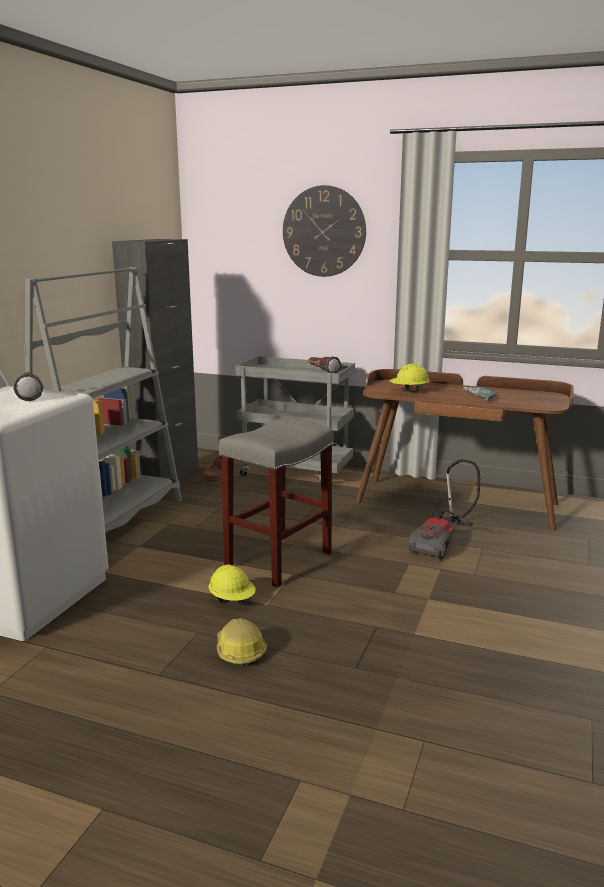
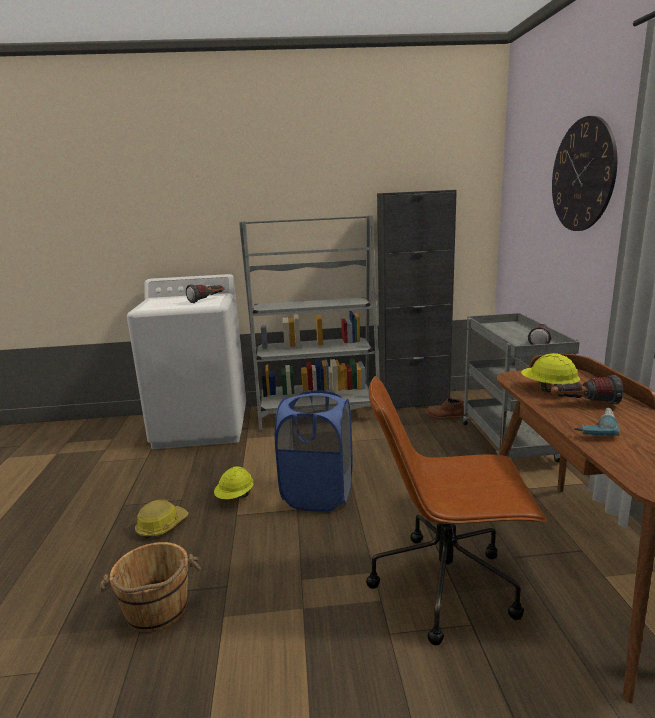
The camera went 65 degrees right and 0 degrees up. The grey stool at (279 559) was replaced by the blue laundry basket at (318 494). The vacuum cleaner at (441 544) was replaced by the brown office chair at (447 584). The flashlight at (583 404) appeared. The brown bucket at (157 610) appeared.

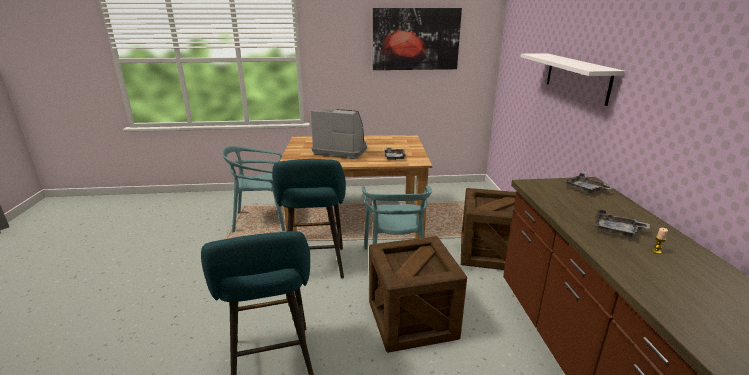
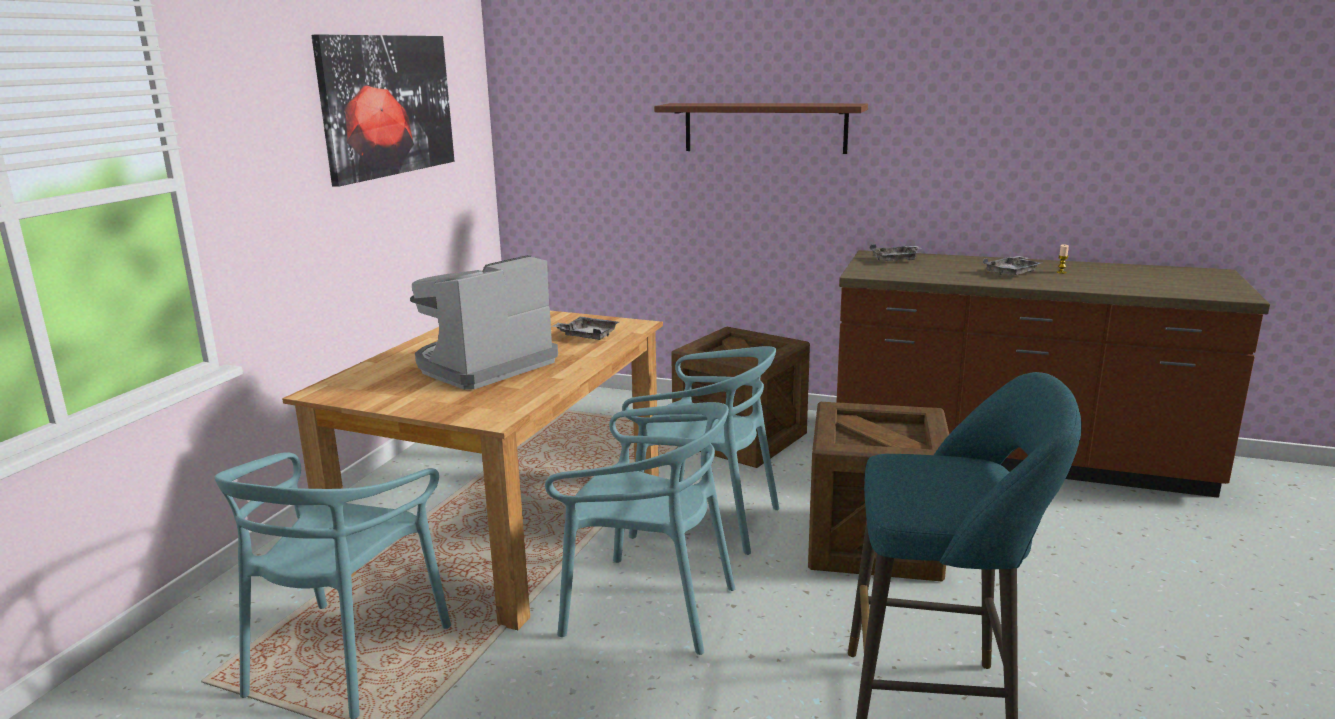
The camera went 65 degrees left and 5 degrees down. The white shelf at (577 77) became the brown shelf at (765 128). The turquoise stool at (315 266) was replaced by the turquoise chair at (649 607).

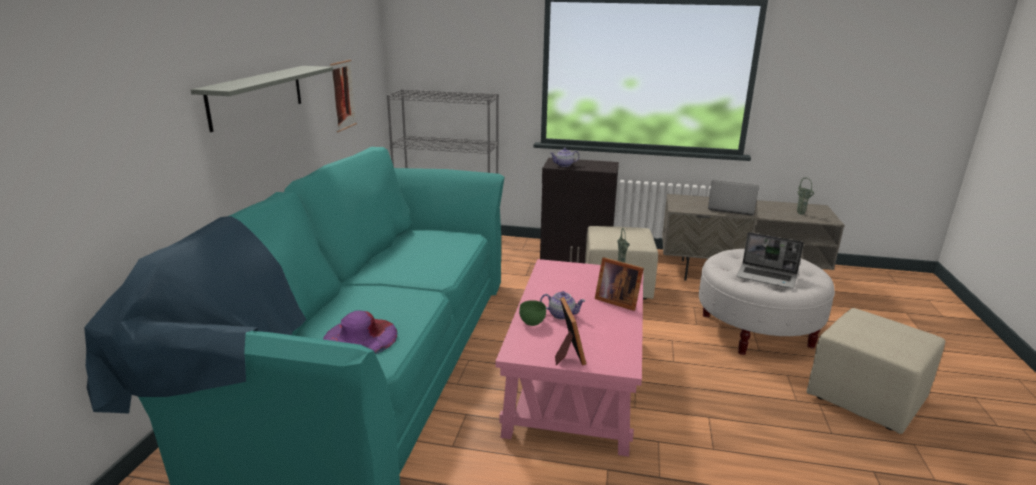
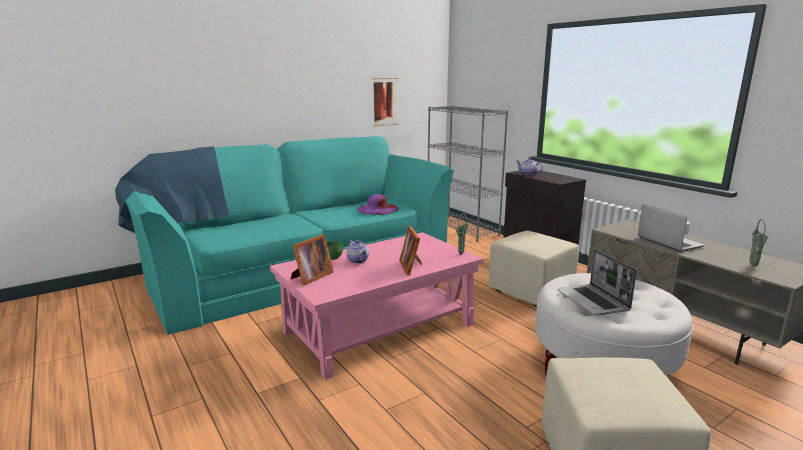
The camera went 45 degrees right and 5 degrees down. The grey shelf at (257 96) disappeared. The purple hat moved from (360 337) to (378 209).

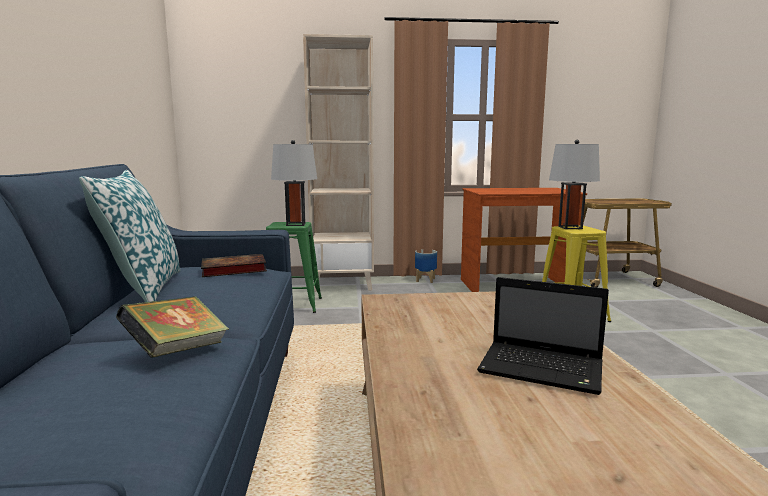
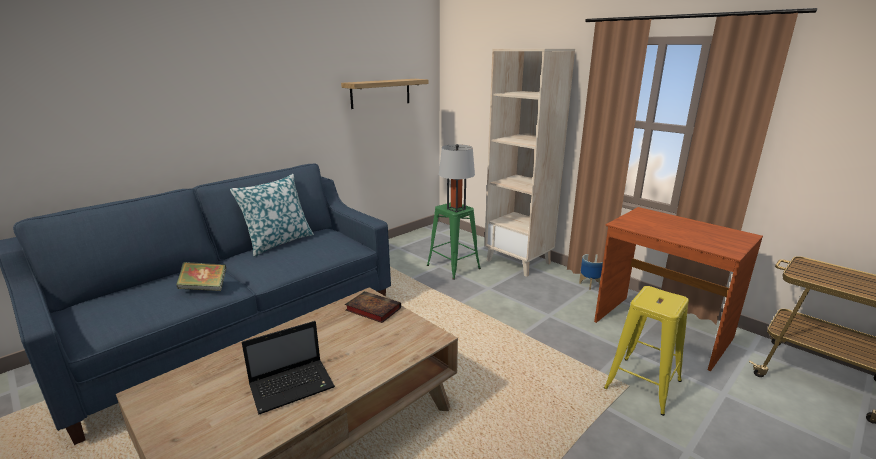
The camera went 50 degrees right and 10 degrees up. The grey table lamp at (570 227) disappeared. The book moved from (232 270) to (371 309). The laptop at (544 369) turned 105 degrees counterclockwise. The shelf at (380 93) appeared.

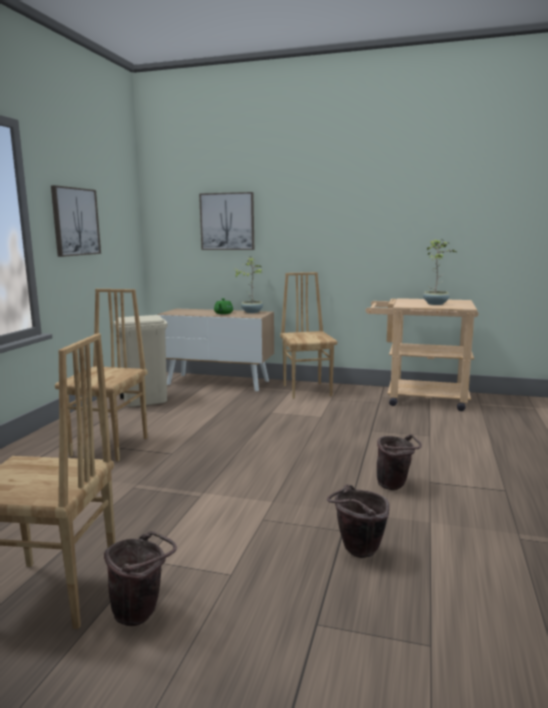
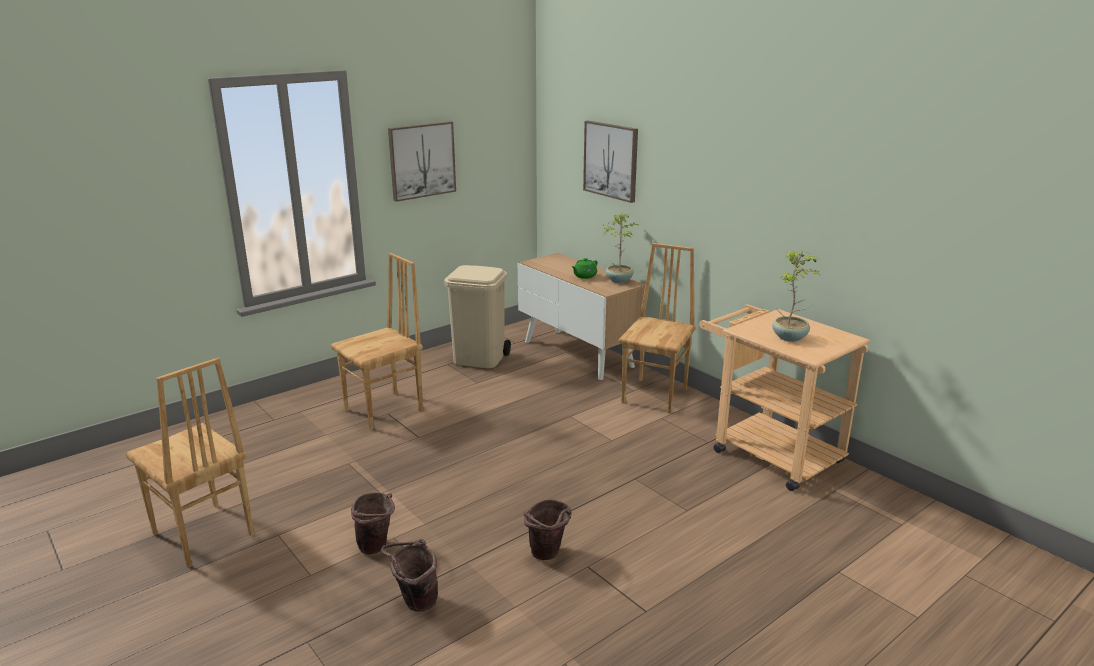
The camera went 35 degrees right and 10 degrees up. The brown bucket moved from (142 613) to (377 547).

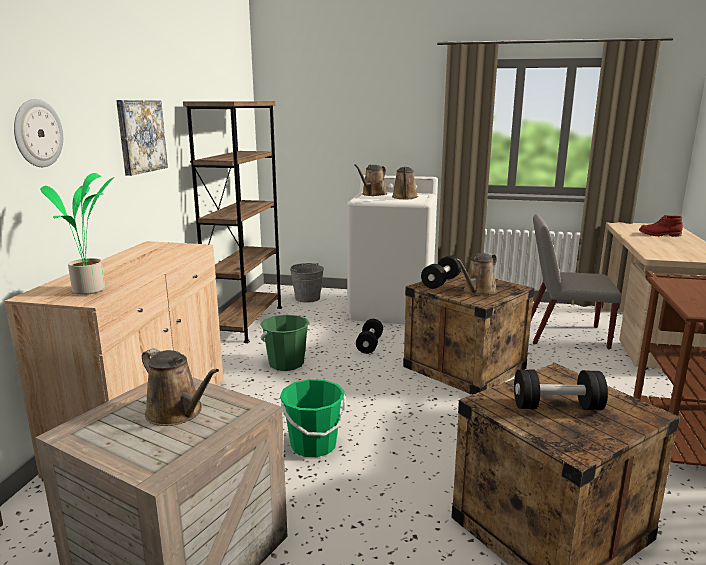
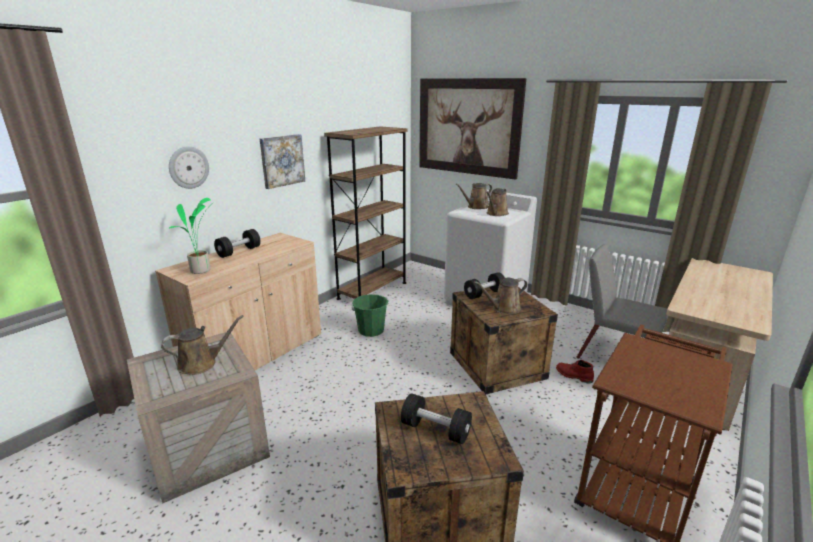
The camera went 25 degrees right and 5 degrees up. The red boot moved from (659 235) to (573 376). The grey bucket at (307 298) disappeared. The black dumbbell moved from (369 345) to (239 252). The brown watering can at (177 413) turned 90 degrees counterclockwise. The green bucket at (313 445) disappeared. The picture at (468 127) appeared.

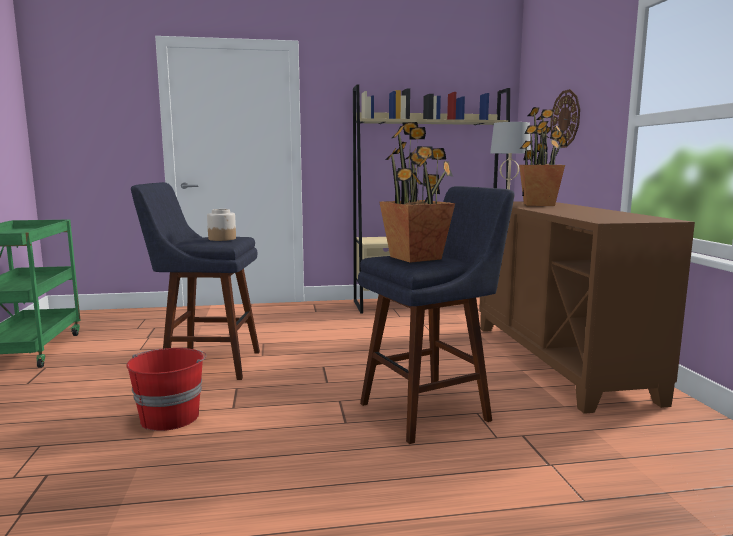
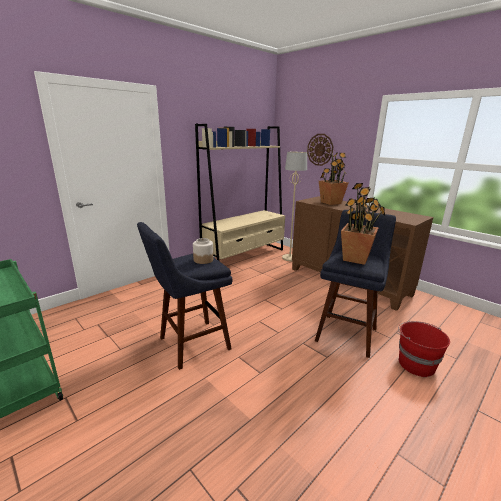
The camera went 35 degrees left and 10 degrees up. The red bucket moved from (170 417) to (415 364).

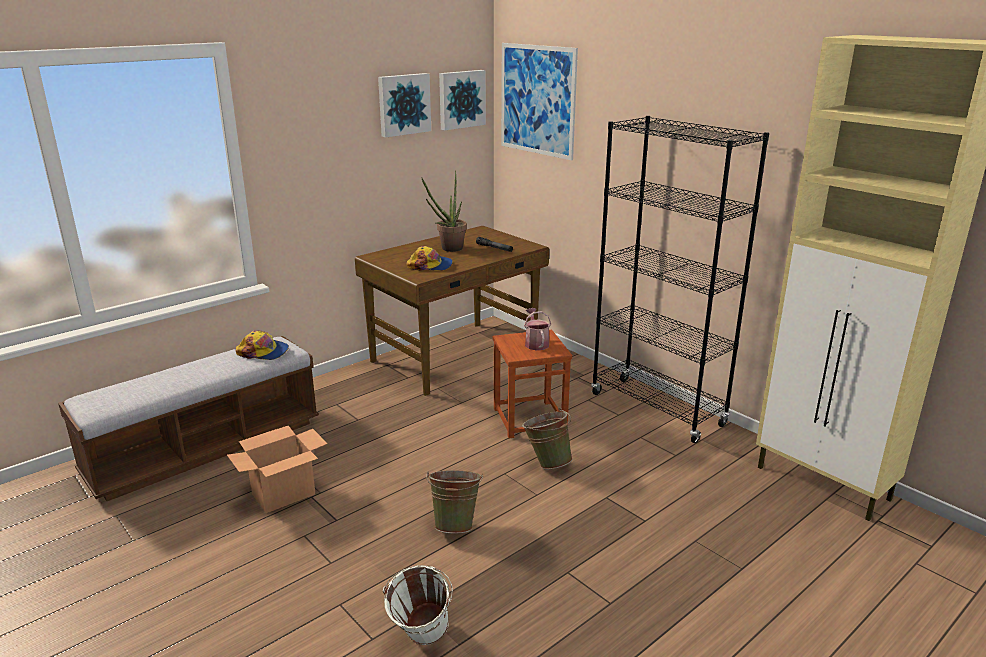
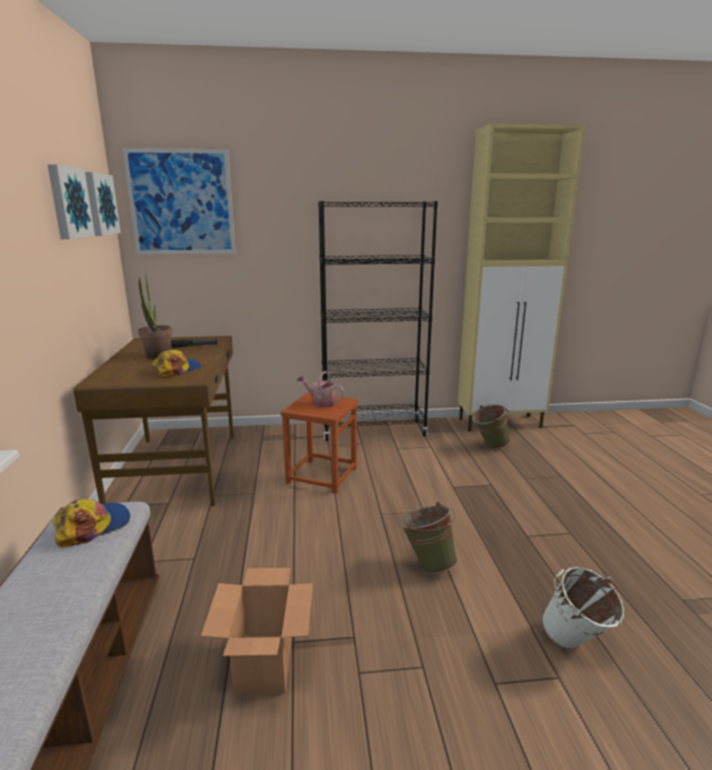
The camera went 55 degrees left and 5 degrees down. The green bucket moved from (547 462) to (488 446).

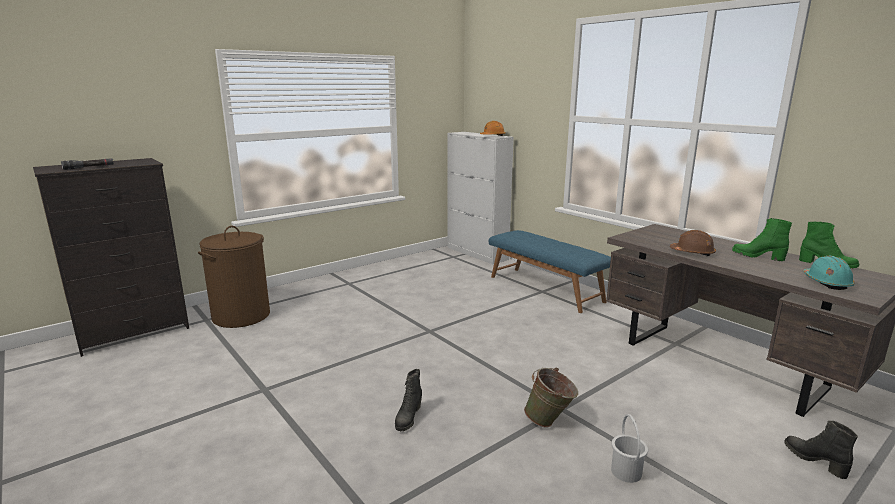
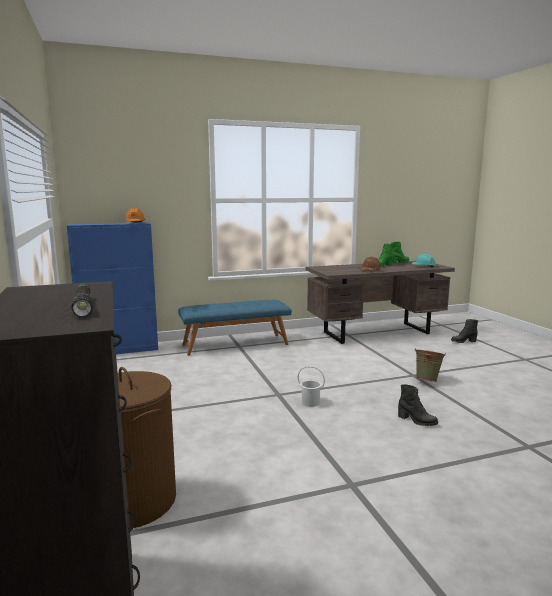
The camera went 70 degrees left and 5 degrees down. The white cabinet at (477 253) became the blue cabinet at (120 350). The white bucket moved from (626 471) to (310 402).

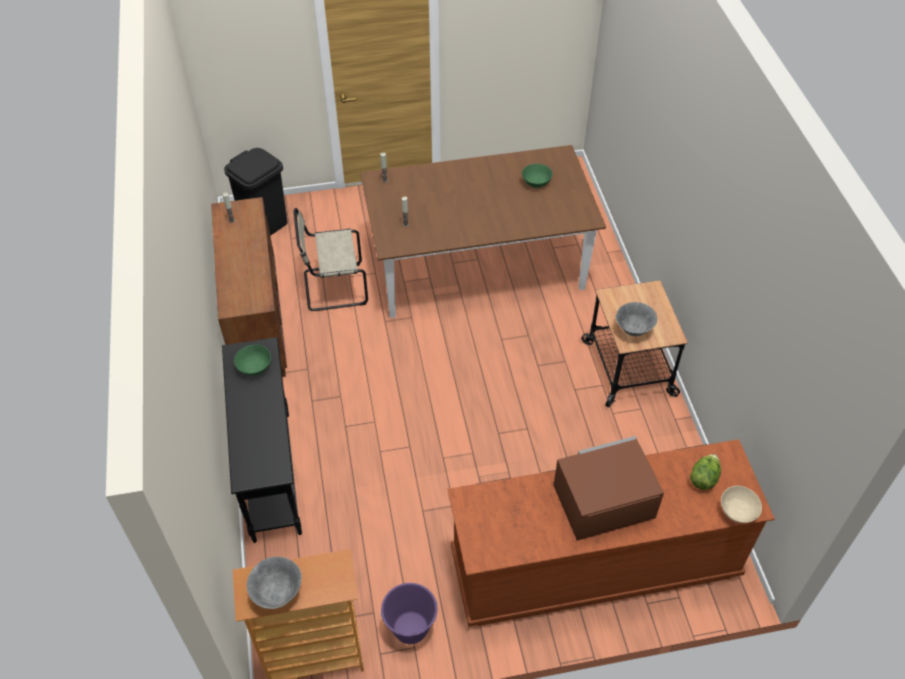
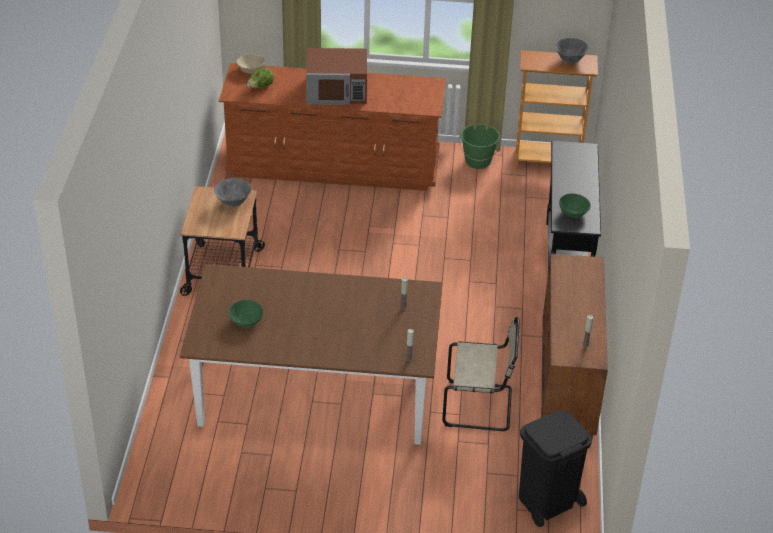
The camera went 165 degrees left and 10 degrees down. The purple bucket at (410 628) became the green bucket at (478 162).

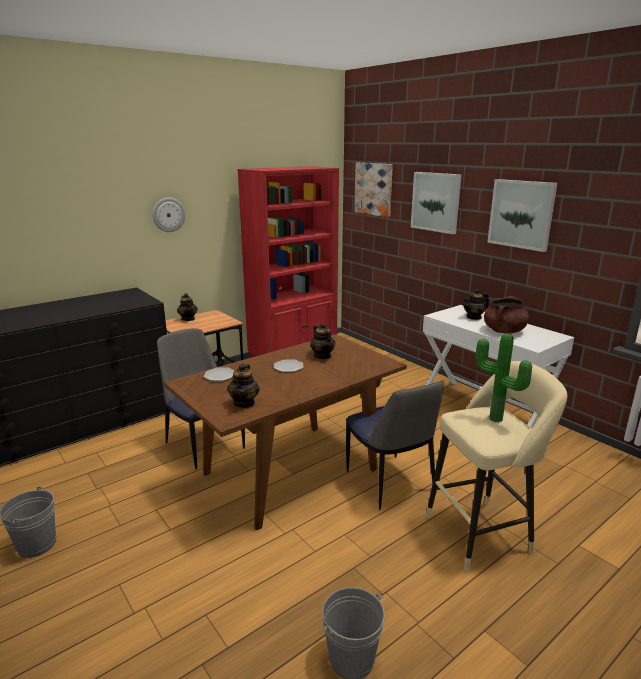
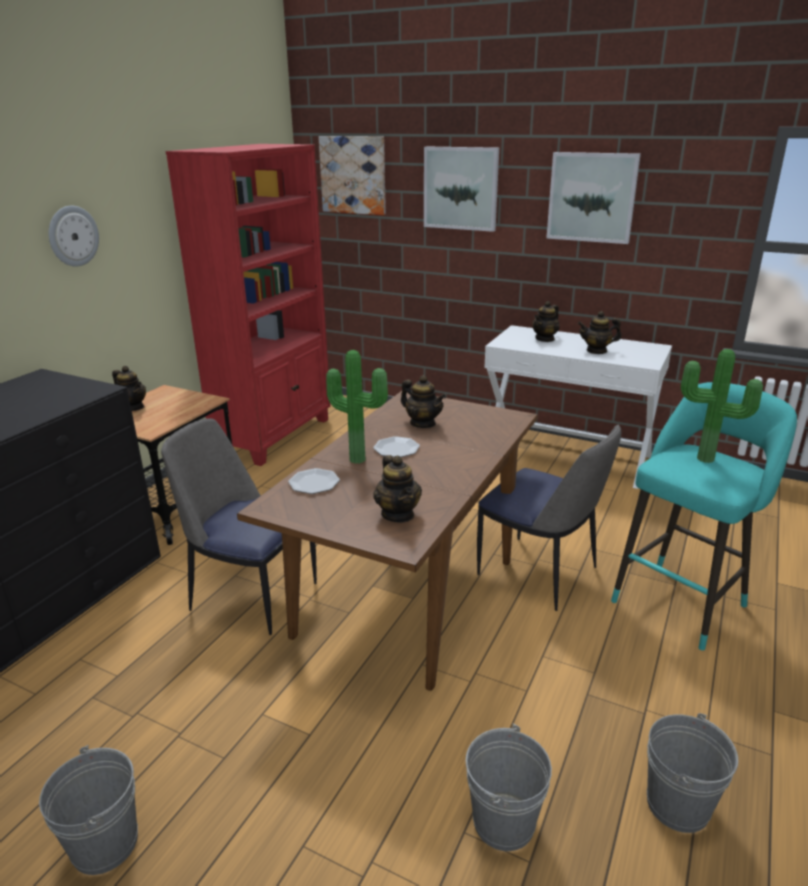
The camera went 25 degrees left and 5 degrees up. The brown cooking pot at (504 331) was replaced by the teapot at (597 351). The beige stool at (483 532) became the turquoise stool at (682 600). The potted plant at (359 458) appeared. The grey bucket at (503 821) appeared.

